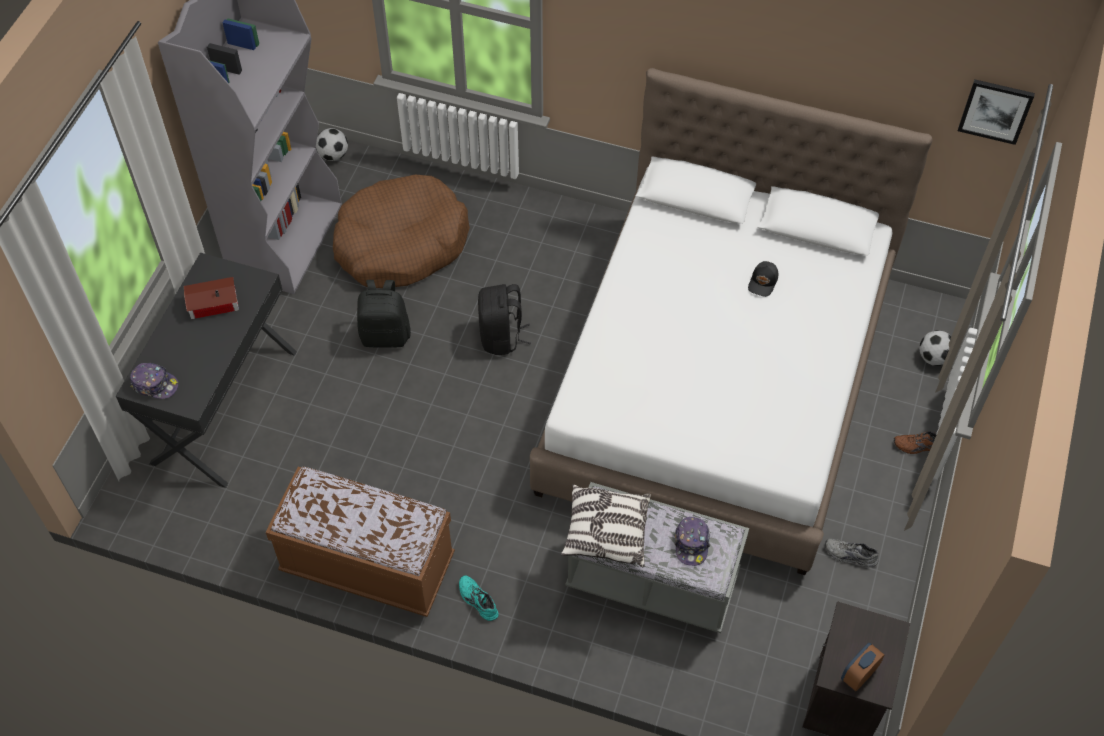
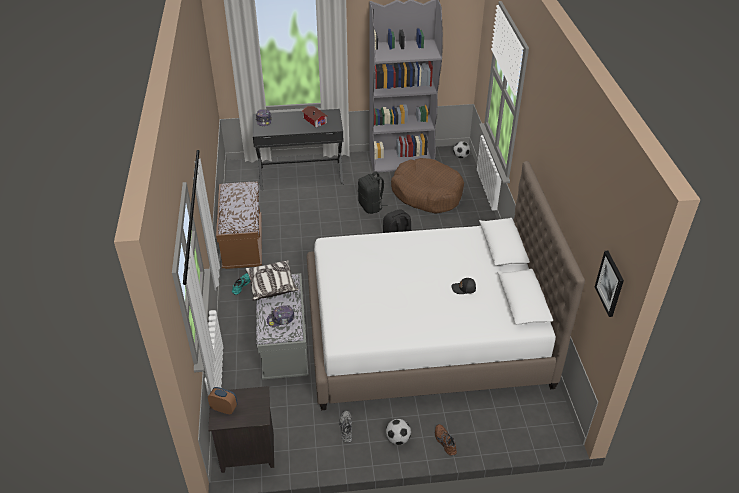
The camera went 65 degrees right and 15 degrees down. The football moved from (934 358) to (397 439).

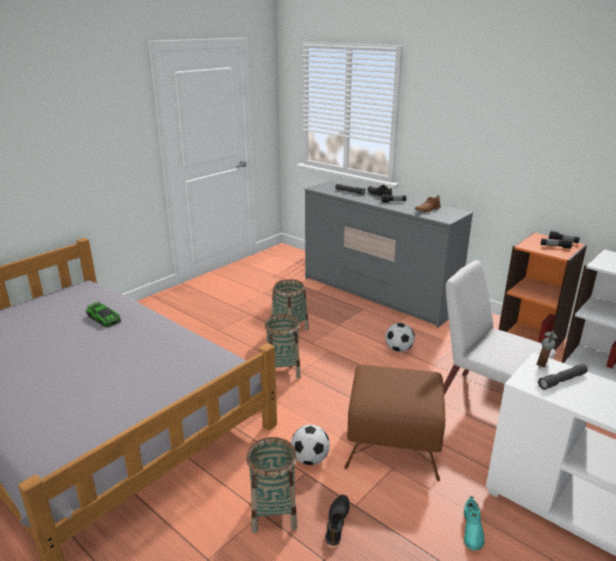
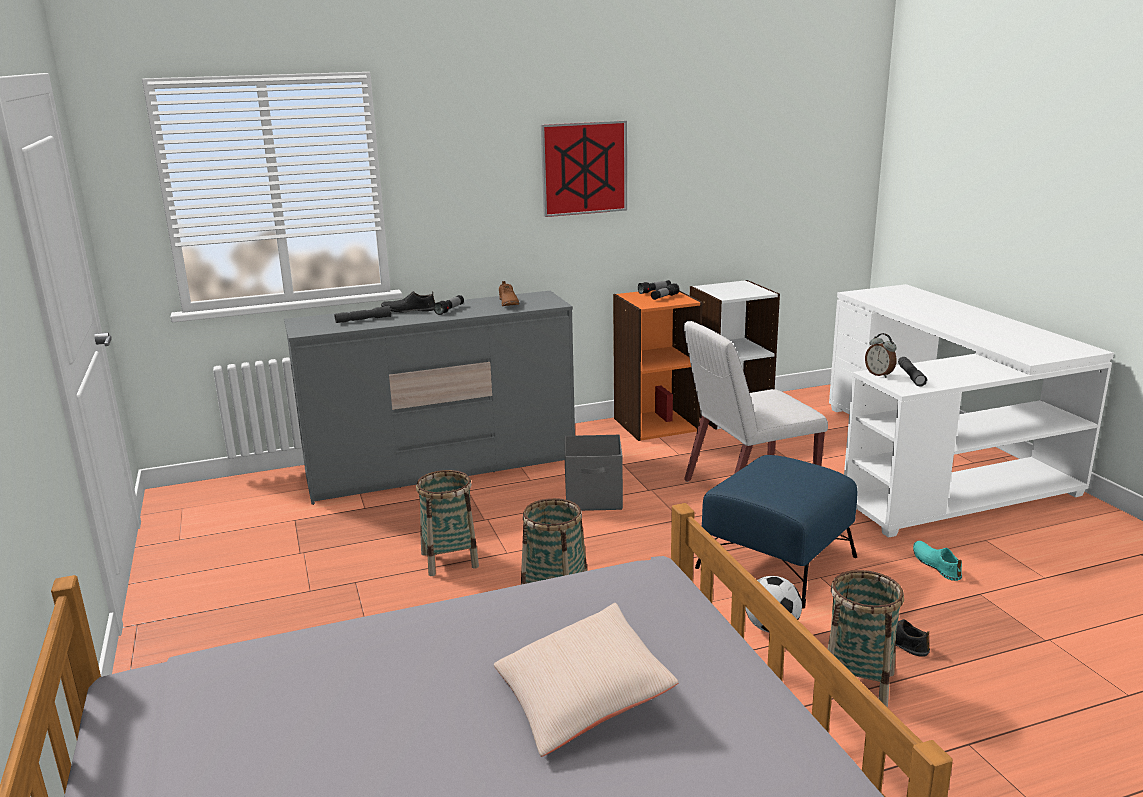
The camera went 60 degrees left and 5 degrees down. The toy car at (104 318) disappeared. The football at (399 349) was replaced by the grey storage box at (594 499). The brown ottoman at (392 442) became the blue ottoman at (775 562). The turquoise shoe at (471 530) turned 150 degrees counterclockwise. The picture at (584 168) appeared. The beige pillow at (582 698) appeared.

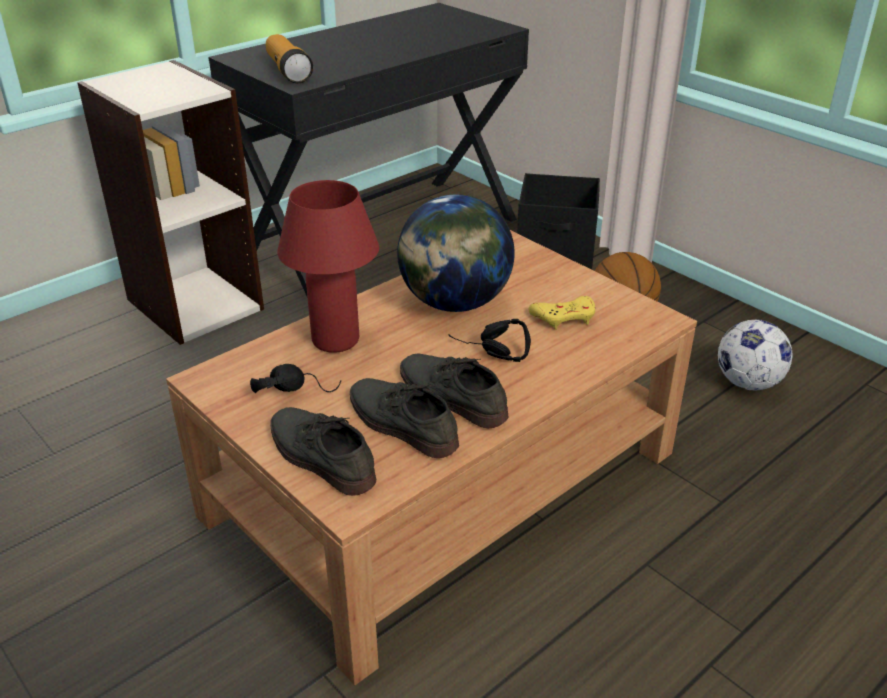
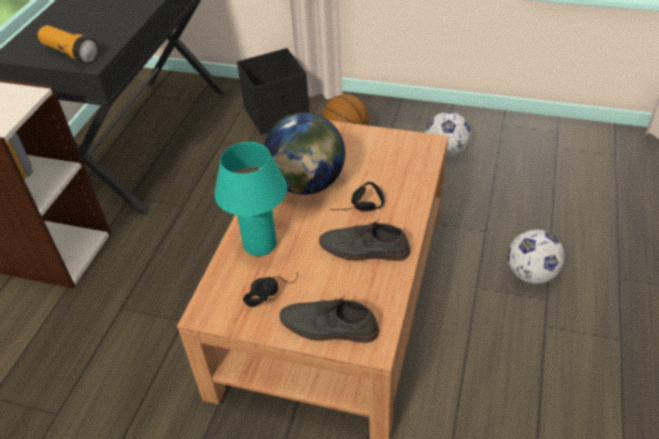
The camera went 30 degrees left and 10 degrees up. The red table lamp at (335 340) became the turquoise table lamp at (260 245). The yellow game controller at (564 317) disappeared. The grey shoe at (400 423) disappeared. The football at (531 274) appeared.

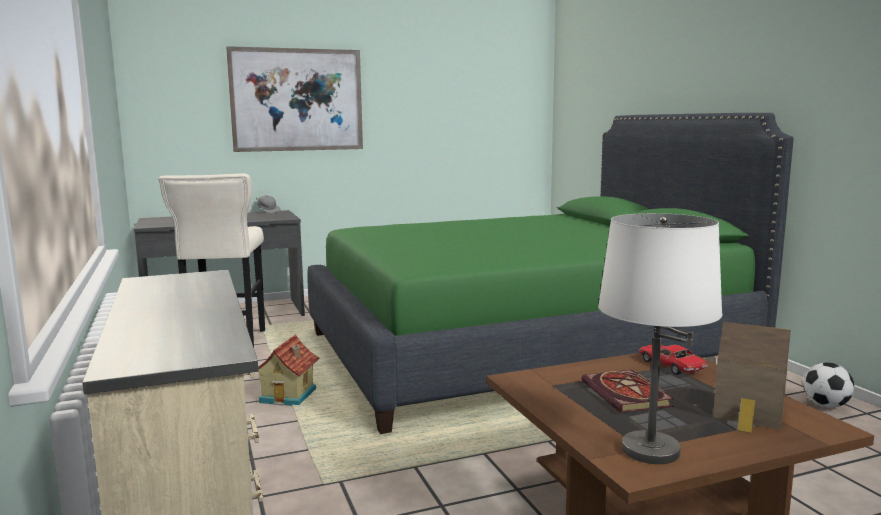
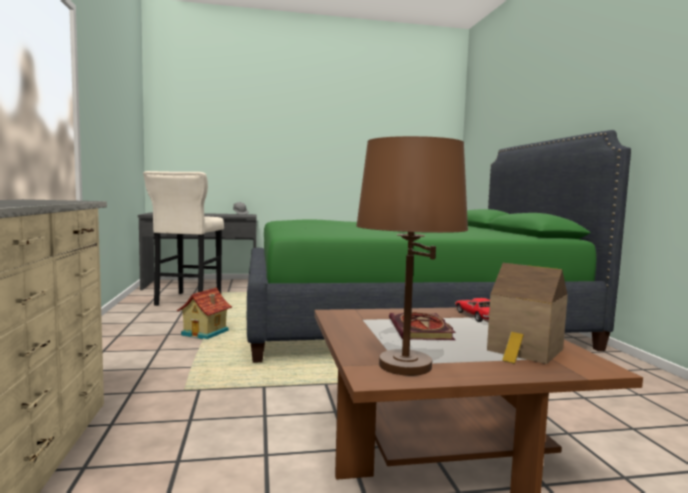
The camera went 10 degrees right and 5 degrees down. The picture at (297 100) disappeared. The white table lamp at (650 451) became the brown table lamp at (404 365). The football at (826 405) disappeared.

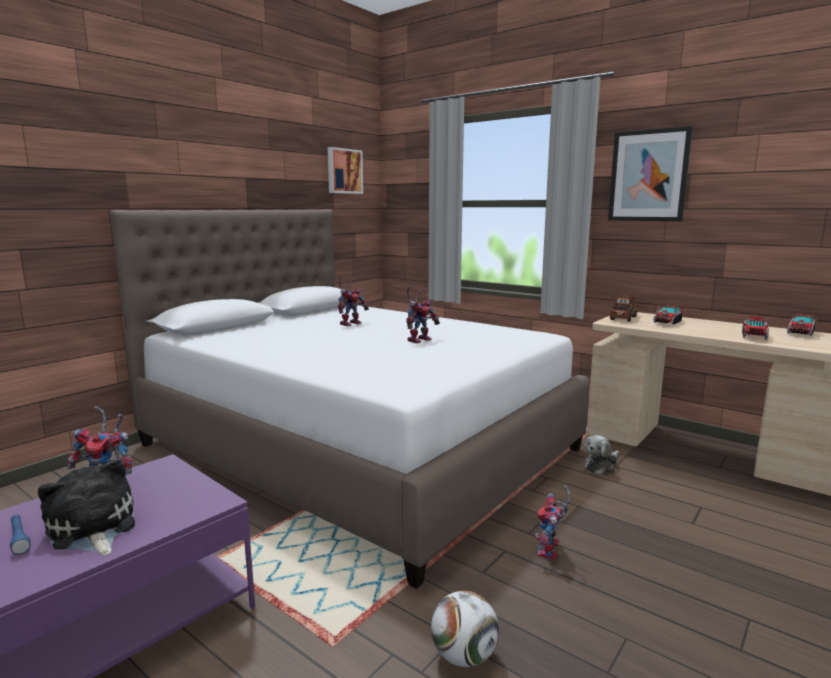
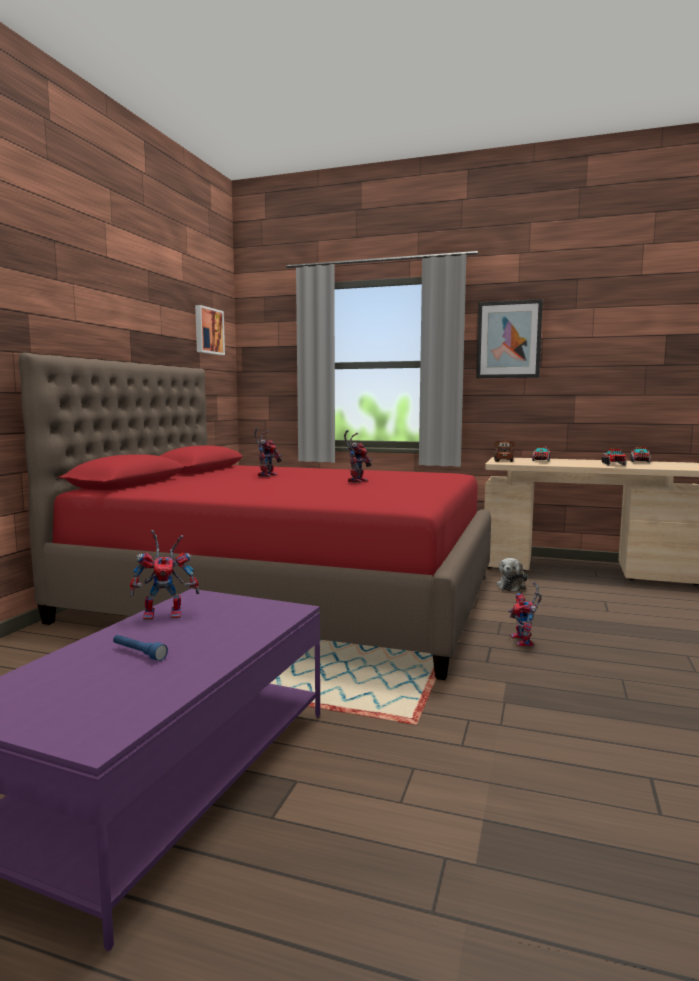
The camera went 20 degrees left and 5 degrees down. The white bed at (358 446) became the red bed at (288 597). The plush toy at (92 529) disappeared. The football at (464 656) disappeared.

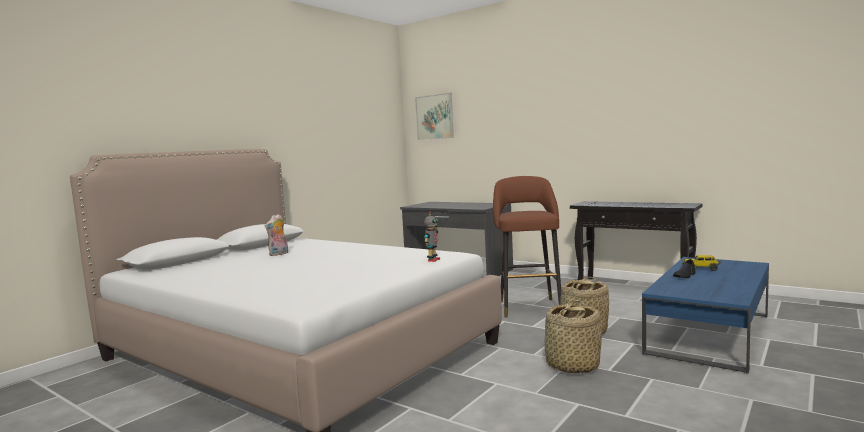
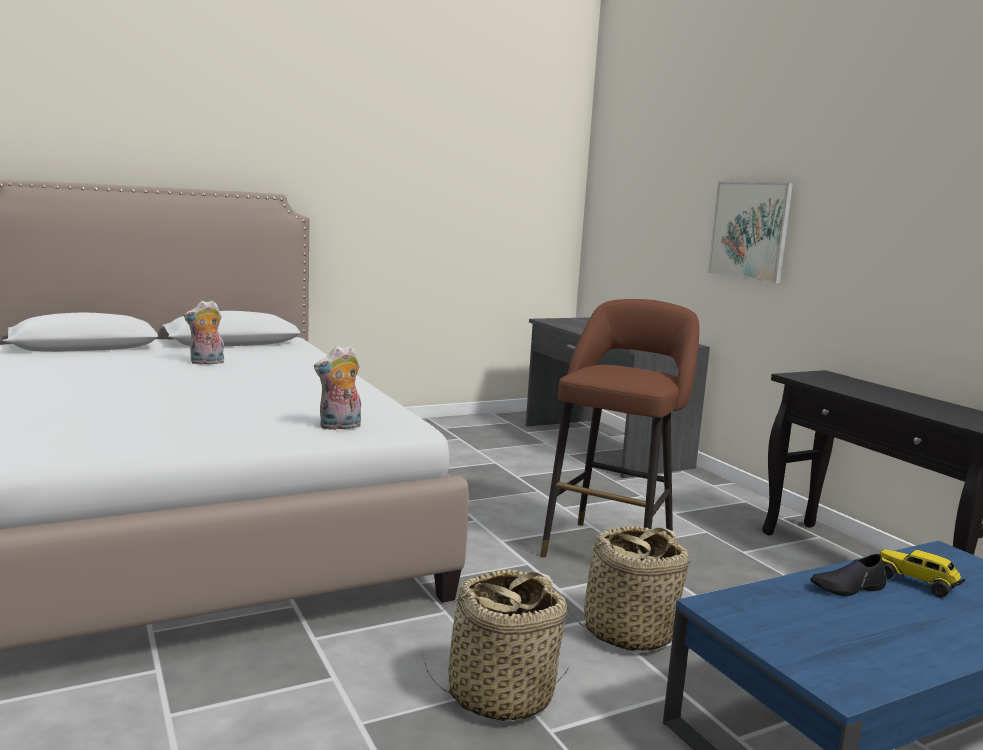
The camera went 25 degrees right and 5 degrees up. The picture moved from (434 117) to (749 230). The toy robot at (432 260) was replaced by the plush toy at (340 427).

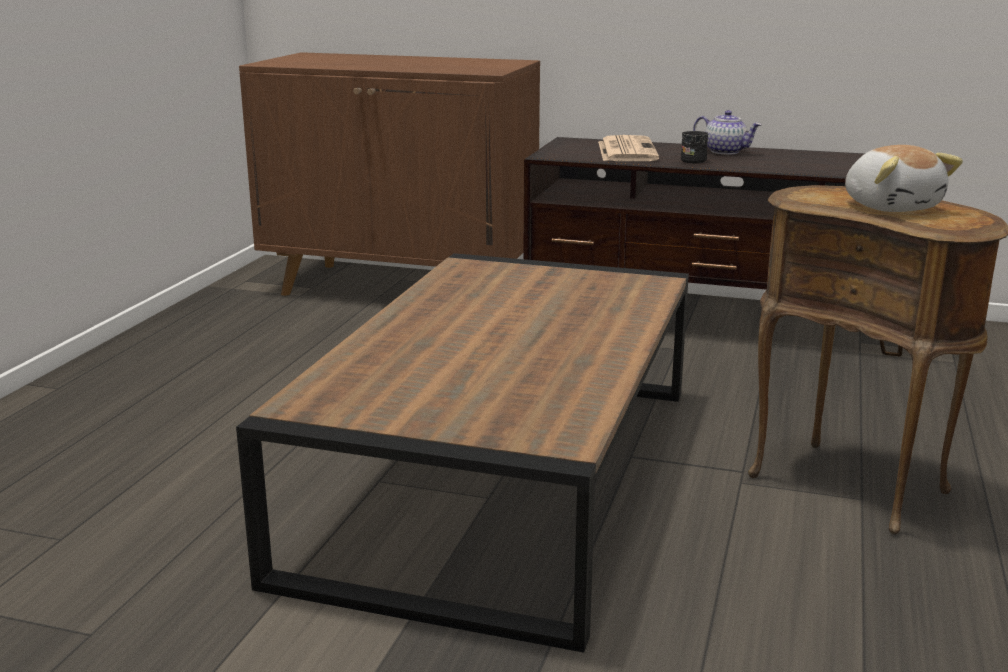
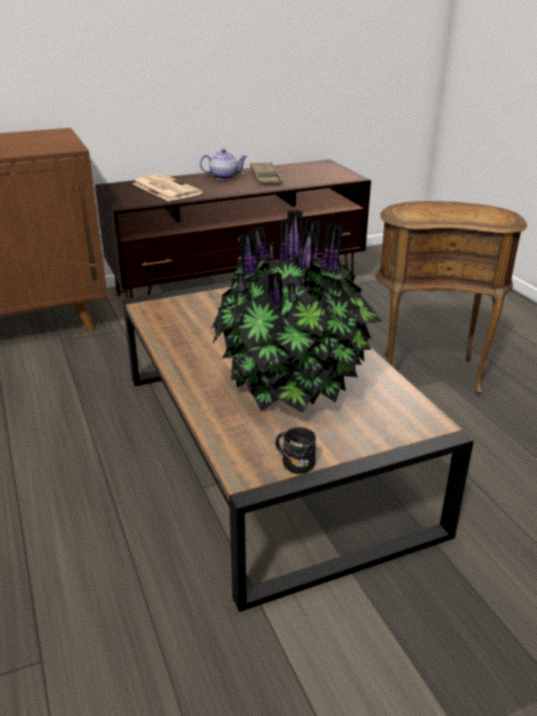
The camera went 40 degrees left and 10 degrees up. The black mug moved from (692 160) to (294 462). The plush toy at (892 207) disappeared. The brown tray at (265 178) appeared. The potted plant at (293 386) appeared.

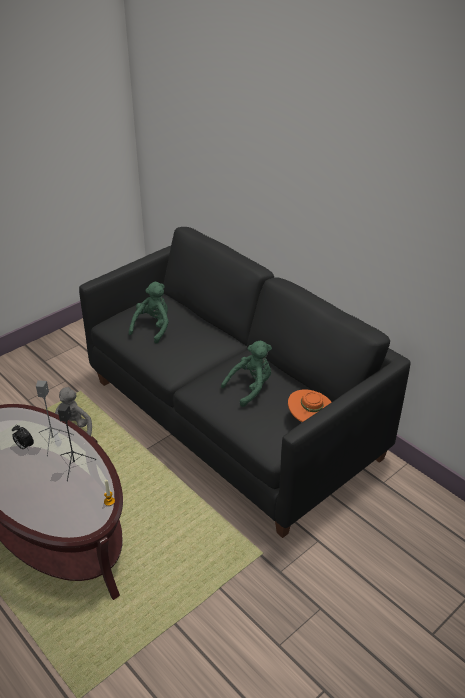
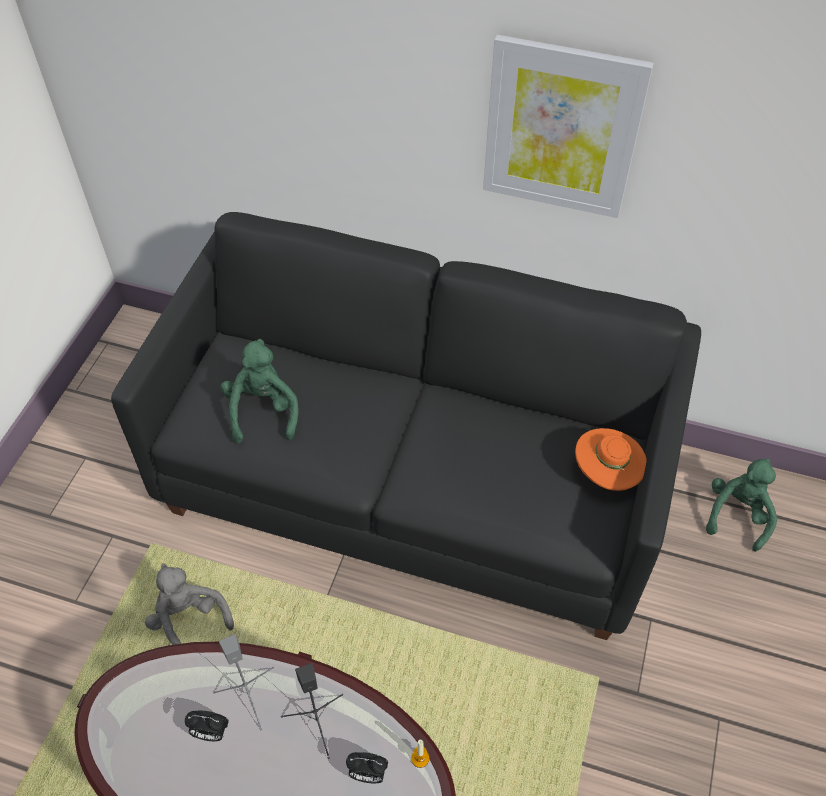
The camera went 30 degrees left and 15 degrees up. The green plush toy moved from (250 388) to (737 515). The picture at (561 129) appeared. The alarm clock at (367 774) appeared.

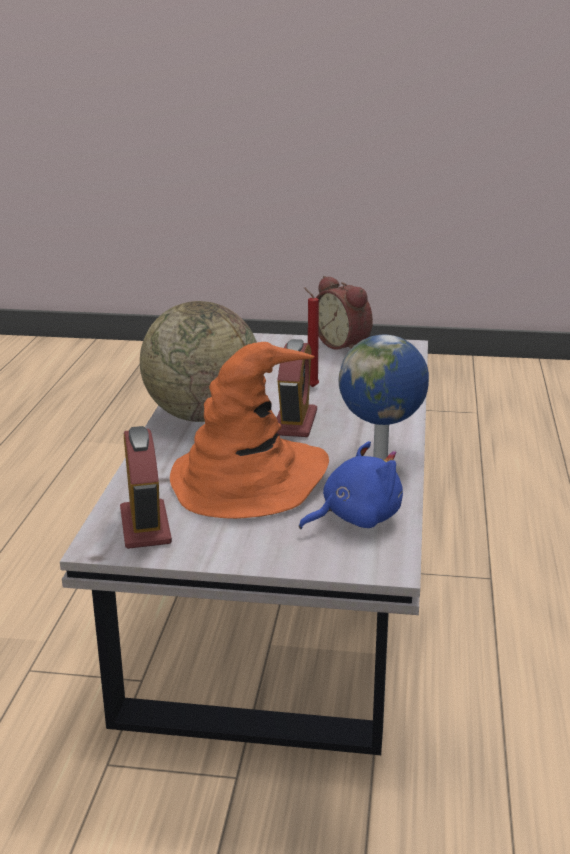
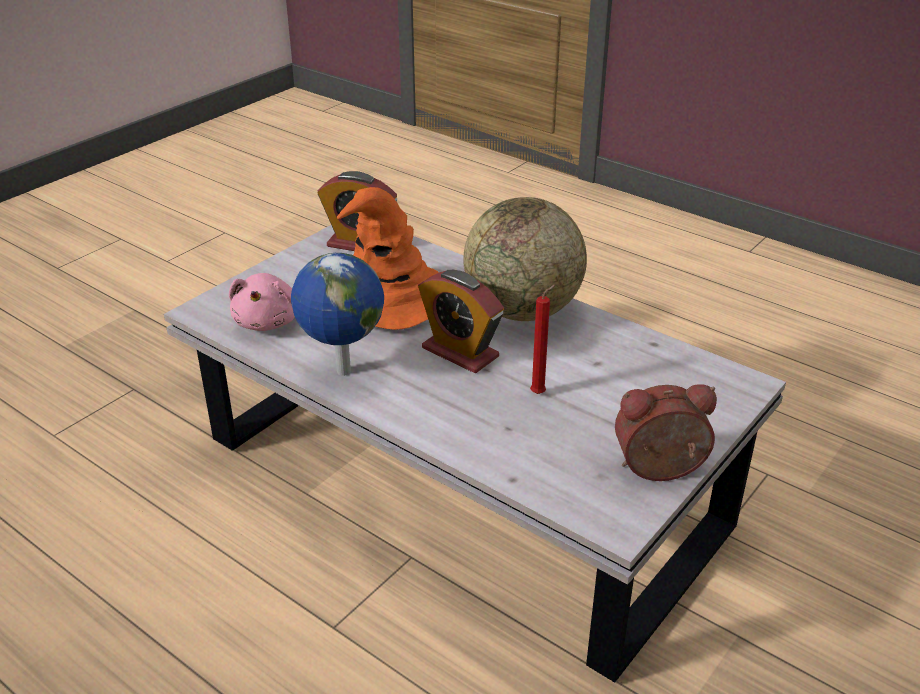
The camera went 120 degrees right and 10 degrees up. The blue plush toy at (356 518) became the pink plush toy at (268 321).

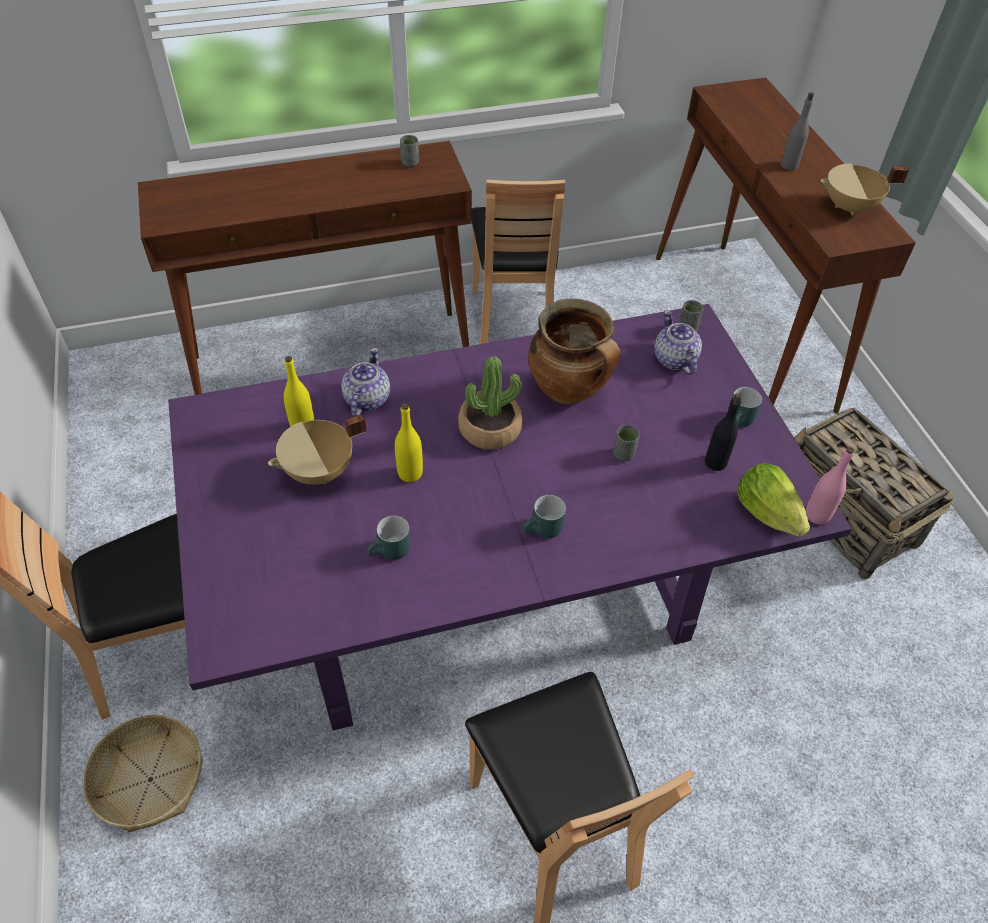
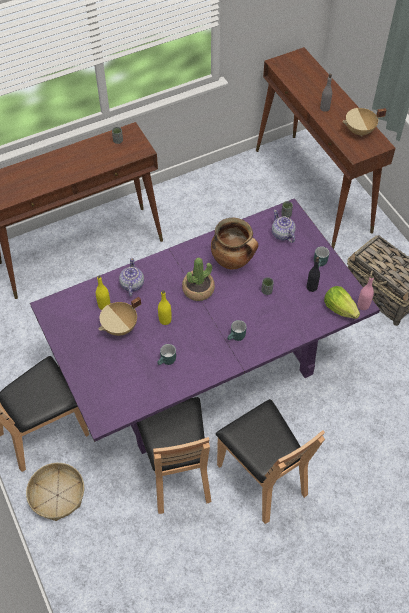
The camera went 10 degrees left and 5 degrees up. The brown chair moved from (513 323) to (176 471).

